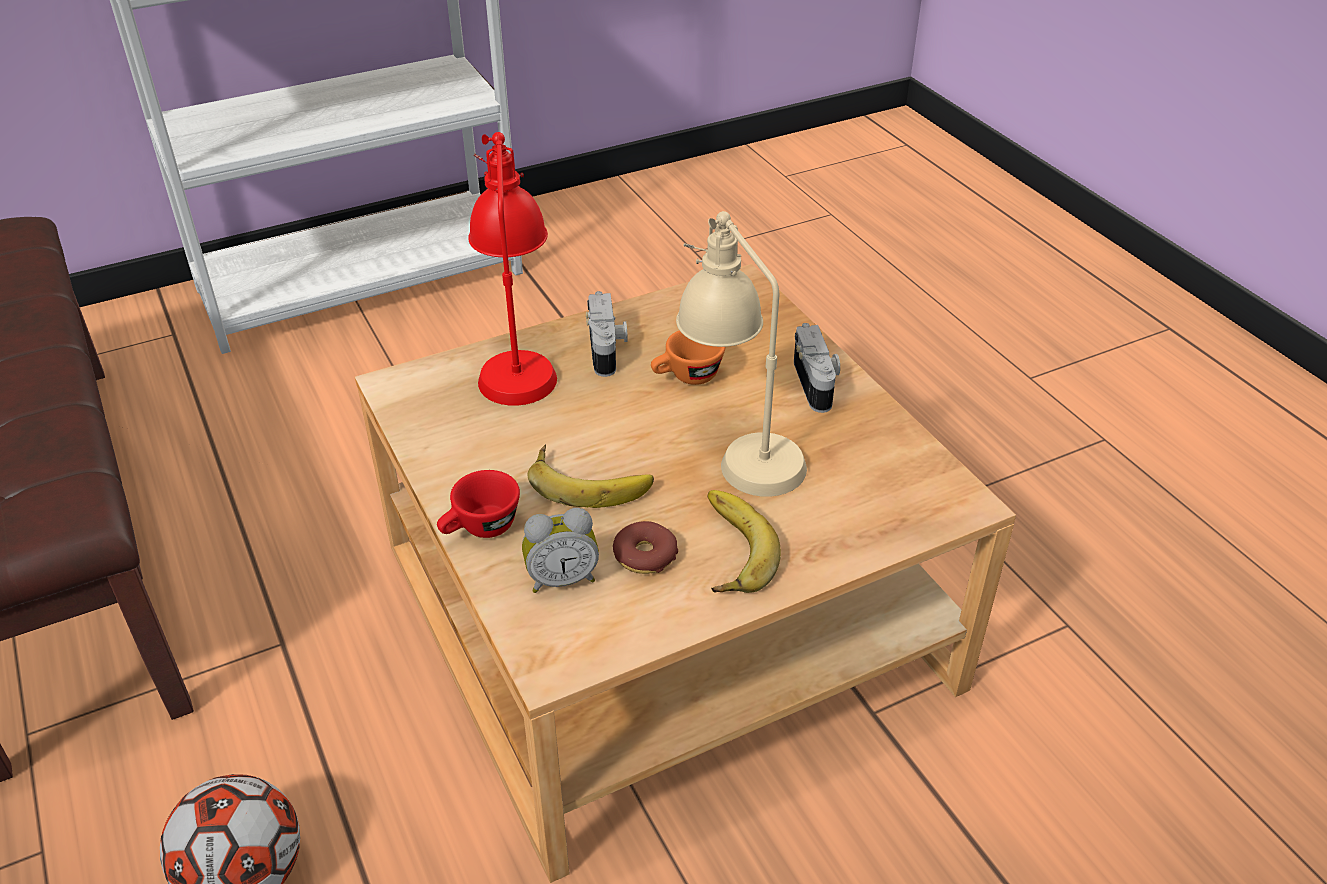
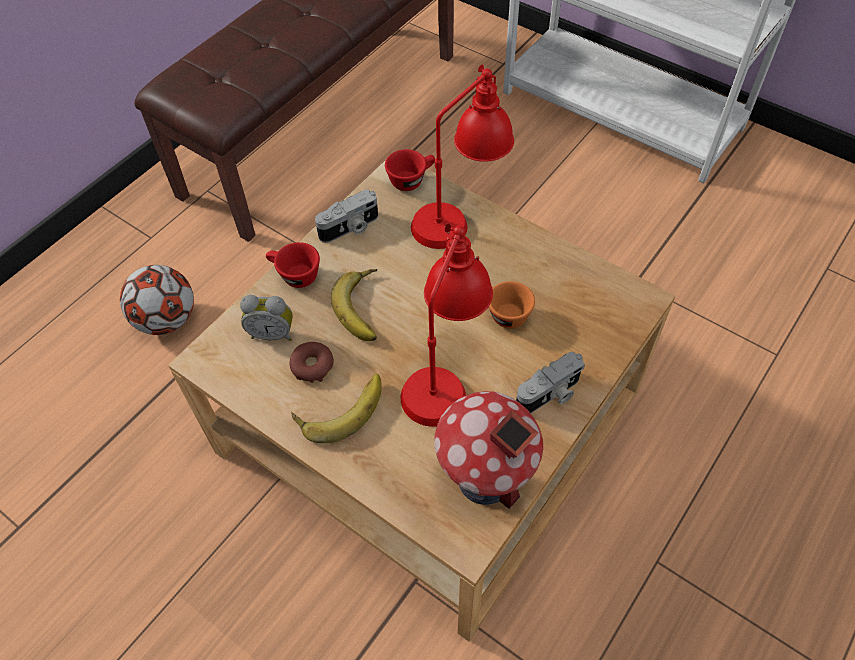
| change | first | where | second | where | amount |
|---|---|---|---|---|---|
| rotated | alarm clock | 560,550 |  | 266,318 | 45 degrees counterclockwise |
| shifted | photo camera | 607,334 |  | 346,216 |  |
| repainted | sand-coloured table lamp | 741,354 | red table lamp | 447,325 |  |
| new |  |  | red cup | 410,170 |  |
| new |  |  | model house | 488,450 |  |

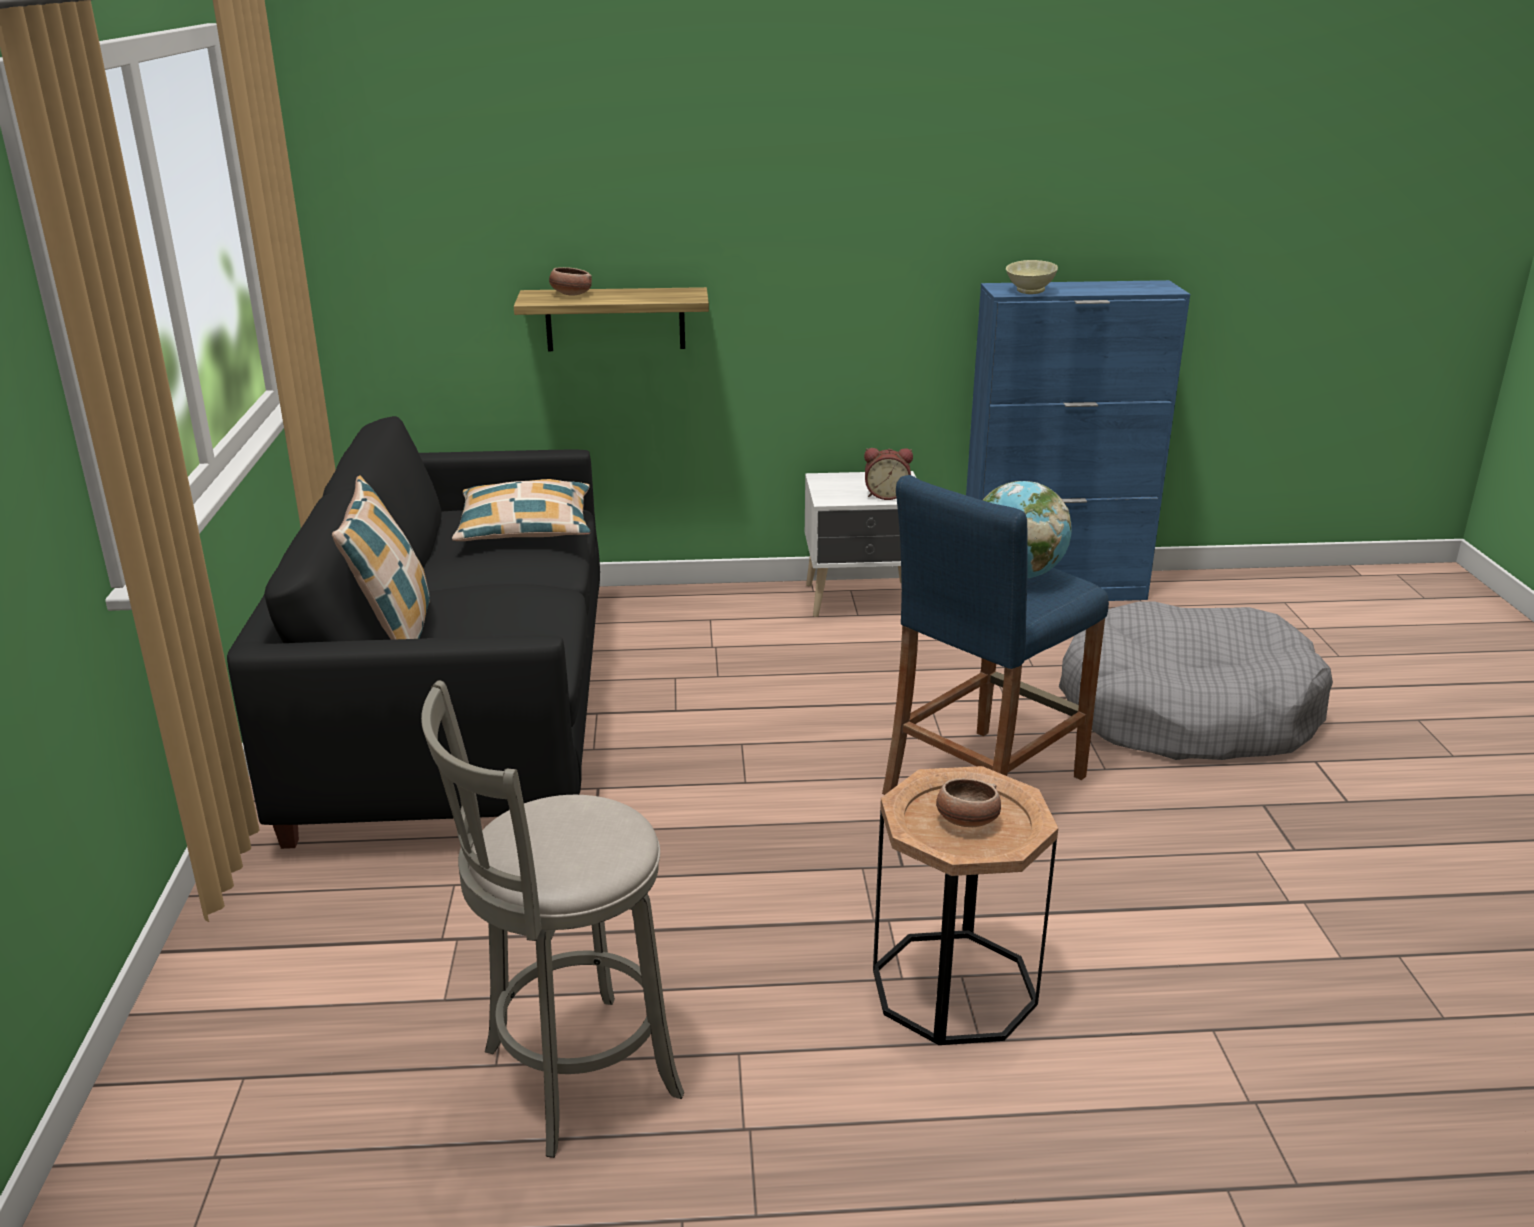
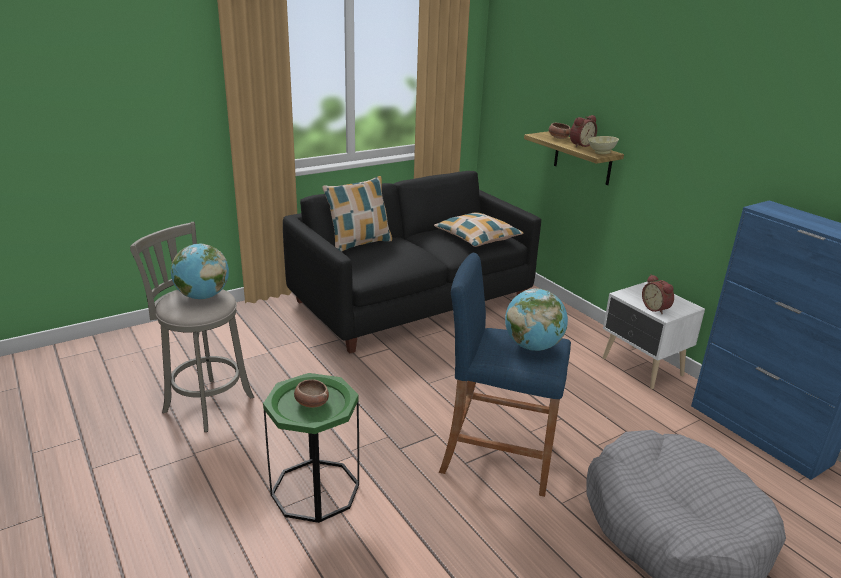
| change | first | where | second | where | amount |
|---|---|---|---|---|---|
| repainted | brownish end table | 965,905 | green-coloured end table | 311,448 |  |
| shifted | sand-coloured serving bowl | 1032,277 |  | 603,145 |  |
| new |  |  | desk globe | 200,271 |  |
| new |  |  | alarm clock | 583,131 |  |

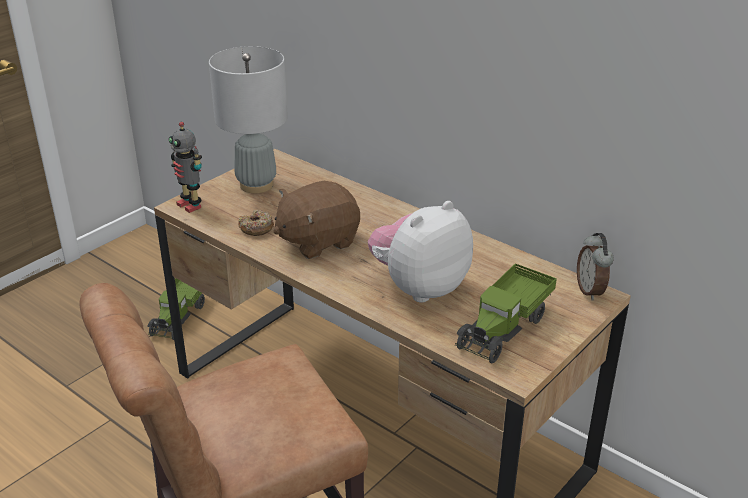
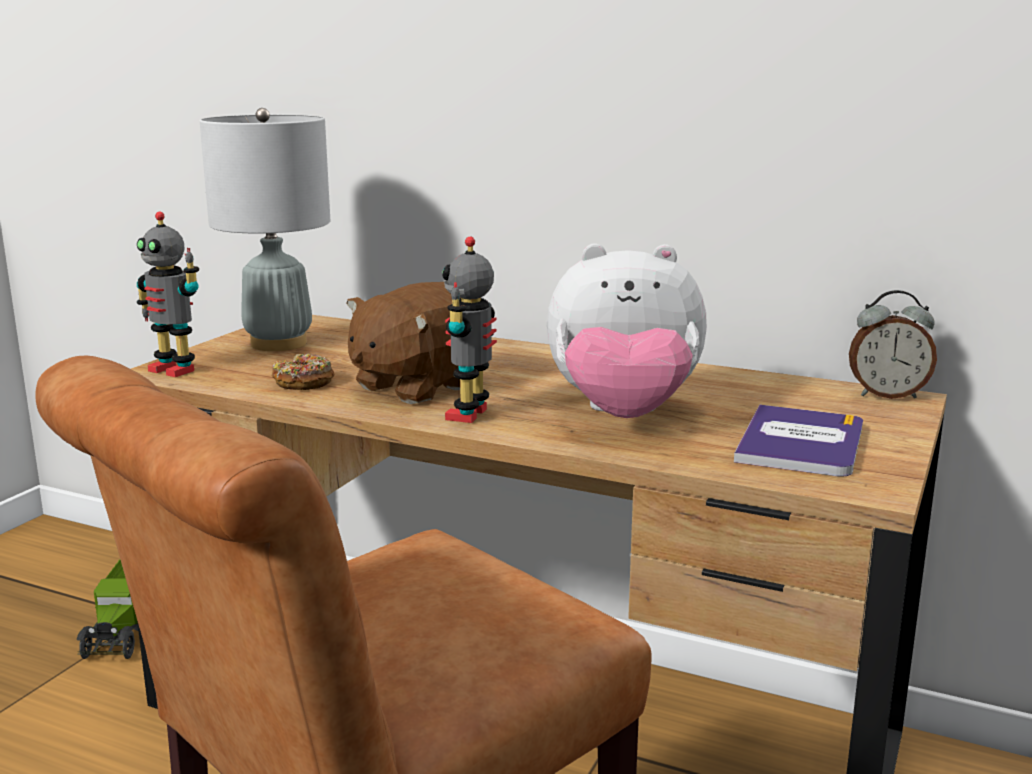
| change | first | where | second | where | amount |
|---|---|---|---|---|---|
| rotated | cuddly toy | 420,252 |  | 627,330 | 120 degrees counterclockwise |
| swapped | toy lorry | 506,313 | book | 798,441 |  |
| rotated | alarm clock | 595,266 |  | 893,344 | 60 degrees counterclockwise |
| new |  |  | robot figure | 469,329 |  |

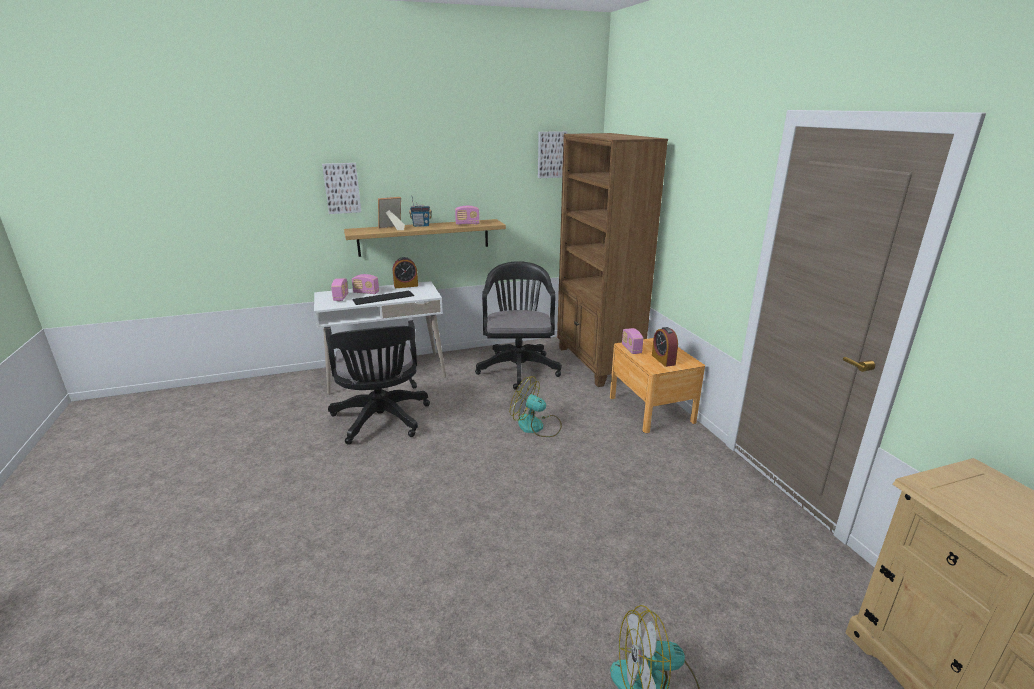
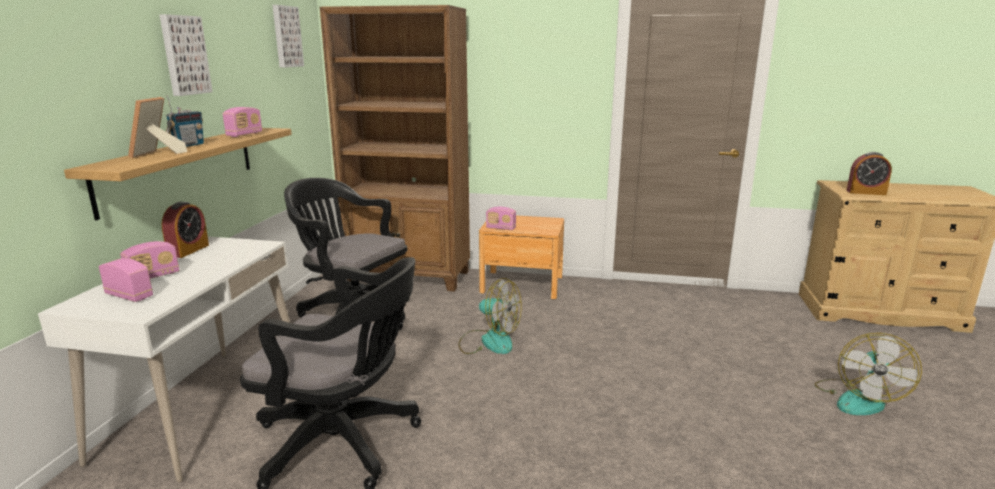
| change | first | where | second | where | amount |
|---|---|---|---|---|---|
| shifted | picture | 341,188 |  | 186,55 |  |
| gone | keyboard | 383,298 |  |  |  |
| rotated | electric fan | 536,406 |  | 490,316 | 120 degrees counterclockwise |
| shifted | alarm clock | 665,347 |  | 869,173 |  |

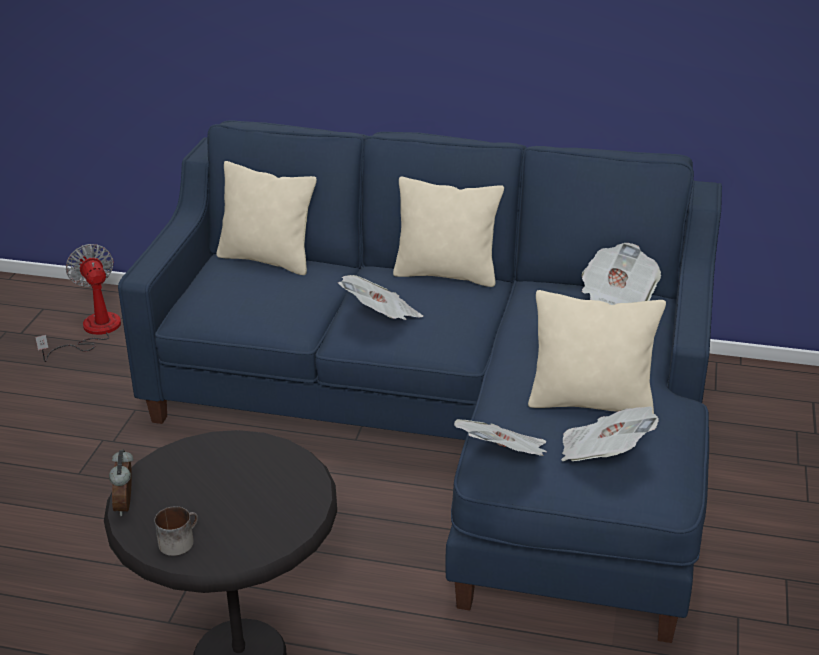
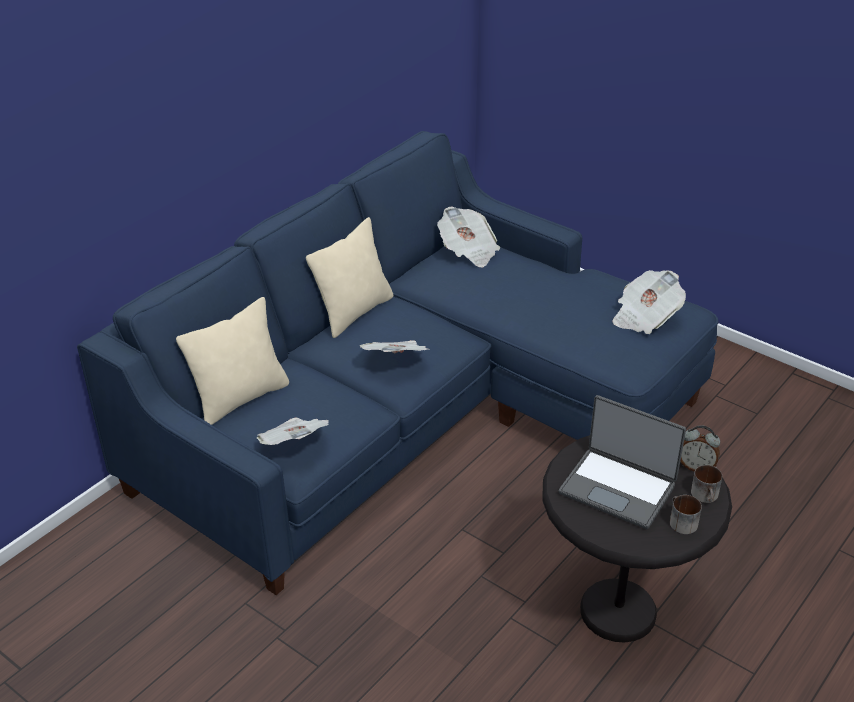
| change | first | where | second | where | amount |
|---|---|---|---|---|---|
| gone | electric fan | 78,303 |  |  |  |
| shifted | alarm clock | 121,482 |  | 700,448 |  |
| shifted | daily paper | 500,437 |  | 293,431 |  |
| gone | sand-coloured throw pillow | 597,352 |  |  |  |
| new |  |  | laptop | 622,462 |  |
| new |  |  | tea mug | 706,484 |  |

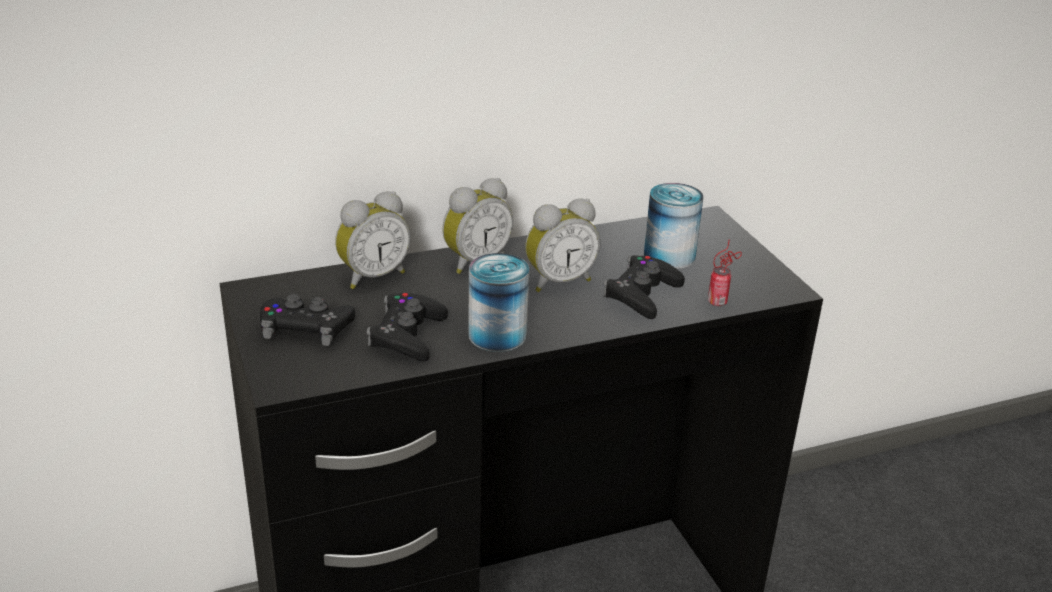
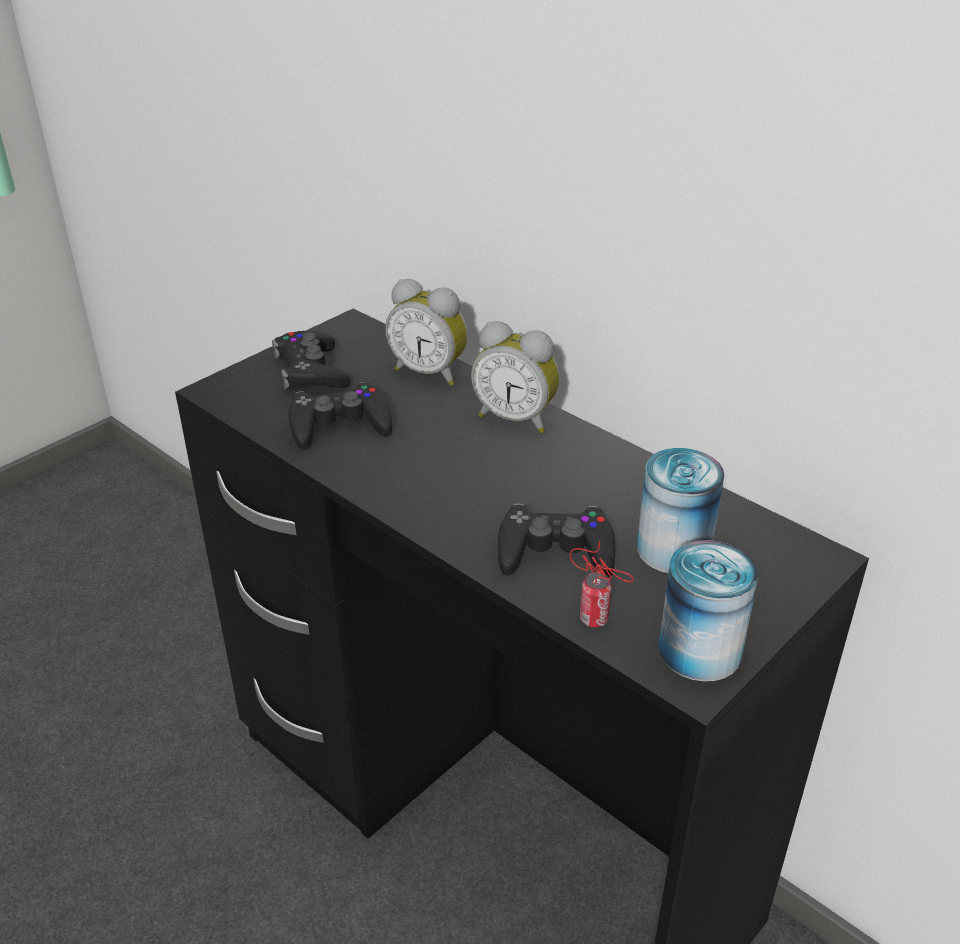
| change | first | where | second | where | amount |
|---|---|---|---|---|---|
| shifted | can | 499,302 |  | 708,611 |  |
| gone | alarm clock | 562,245 |  |  |  |

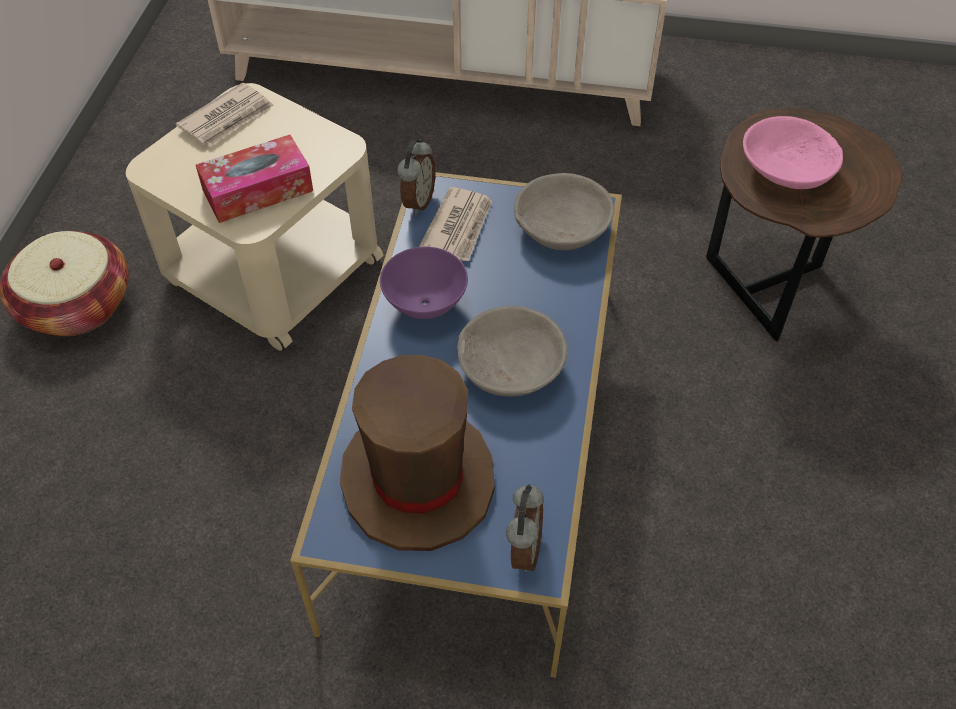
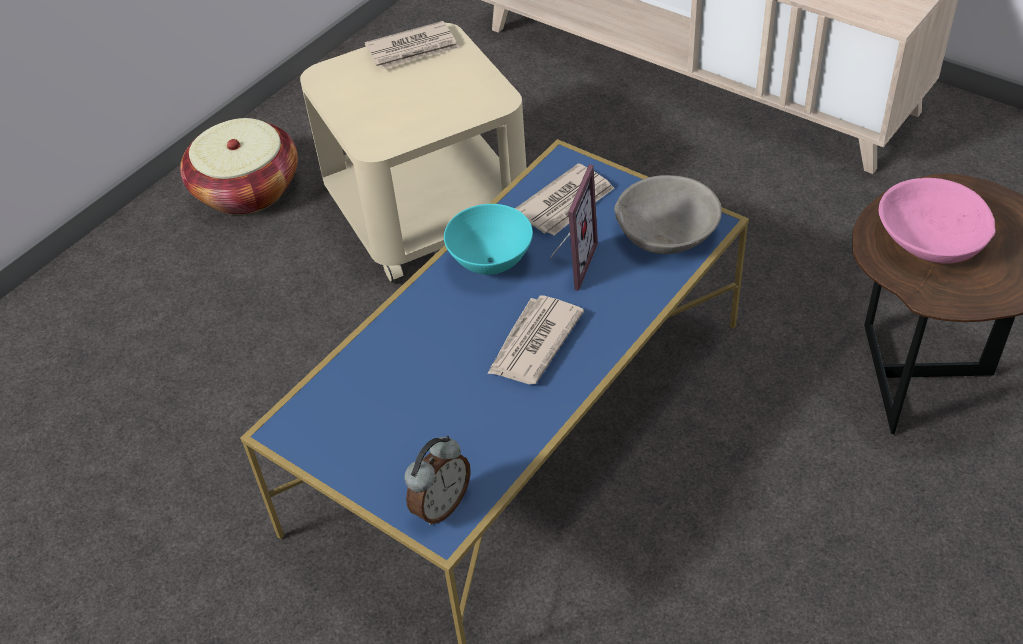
| change | first | where | second | where | amount |
|---|---|---|---|---|---|
| gone | tissue box | 254,179 |  |  |  |
| gone | brownish hat | 417,453 |  |  |  |
| repainted | purple-coloured serving bowl | 424,283 | turquoise-coloured serving bowl | 488,239 |  |
| gone | alarm clock | 416,177 |  |  |  |
| swapped | gray serving bowl | 512,351 | daily paper | 536,339 |  |
| new |  |  | photo frame | 573,228 |  |

